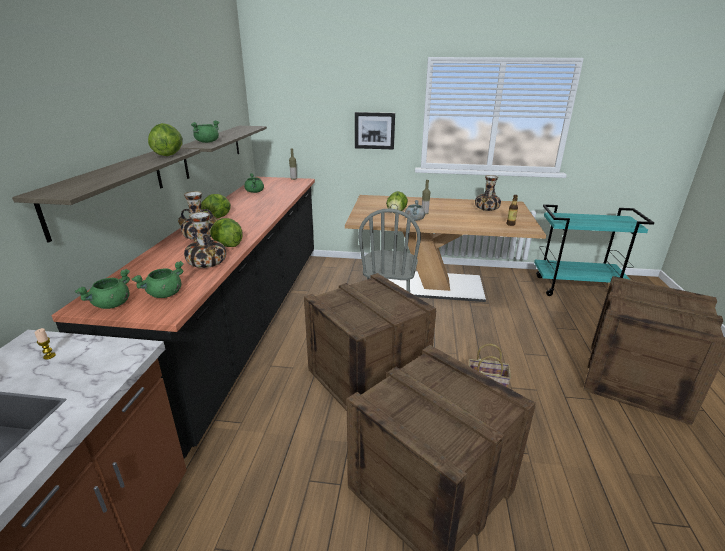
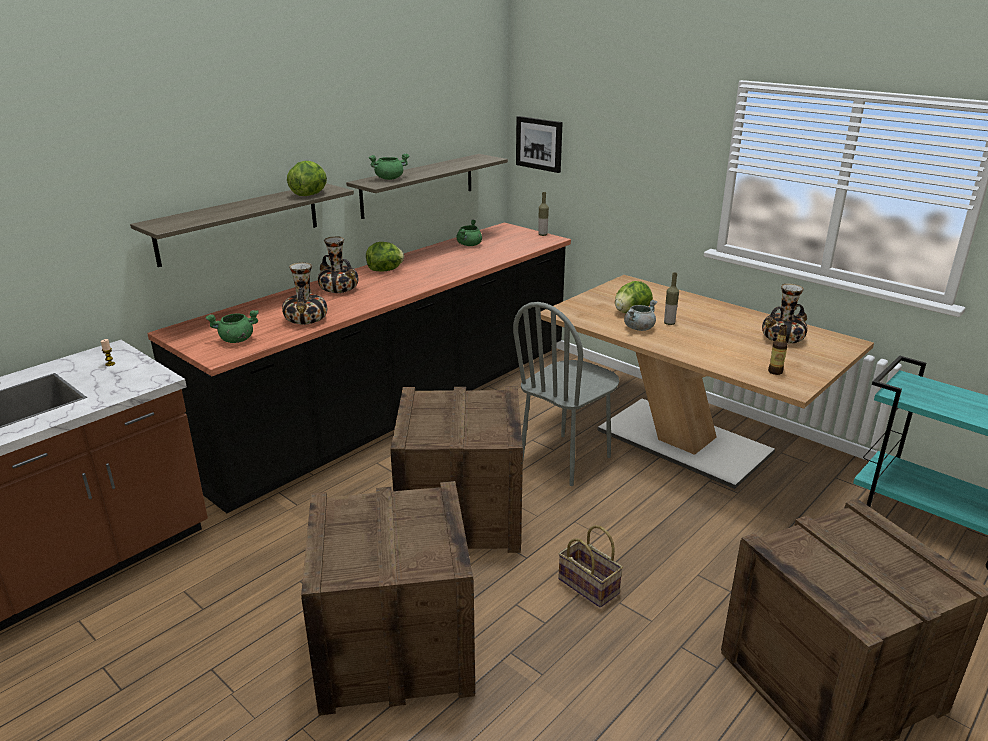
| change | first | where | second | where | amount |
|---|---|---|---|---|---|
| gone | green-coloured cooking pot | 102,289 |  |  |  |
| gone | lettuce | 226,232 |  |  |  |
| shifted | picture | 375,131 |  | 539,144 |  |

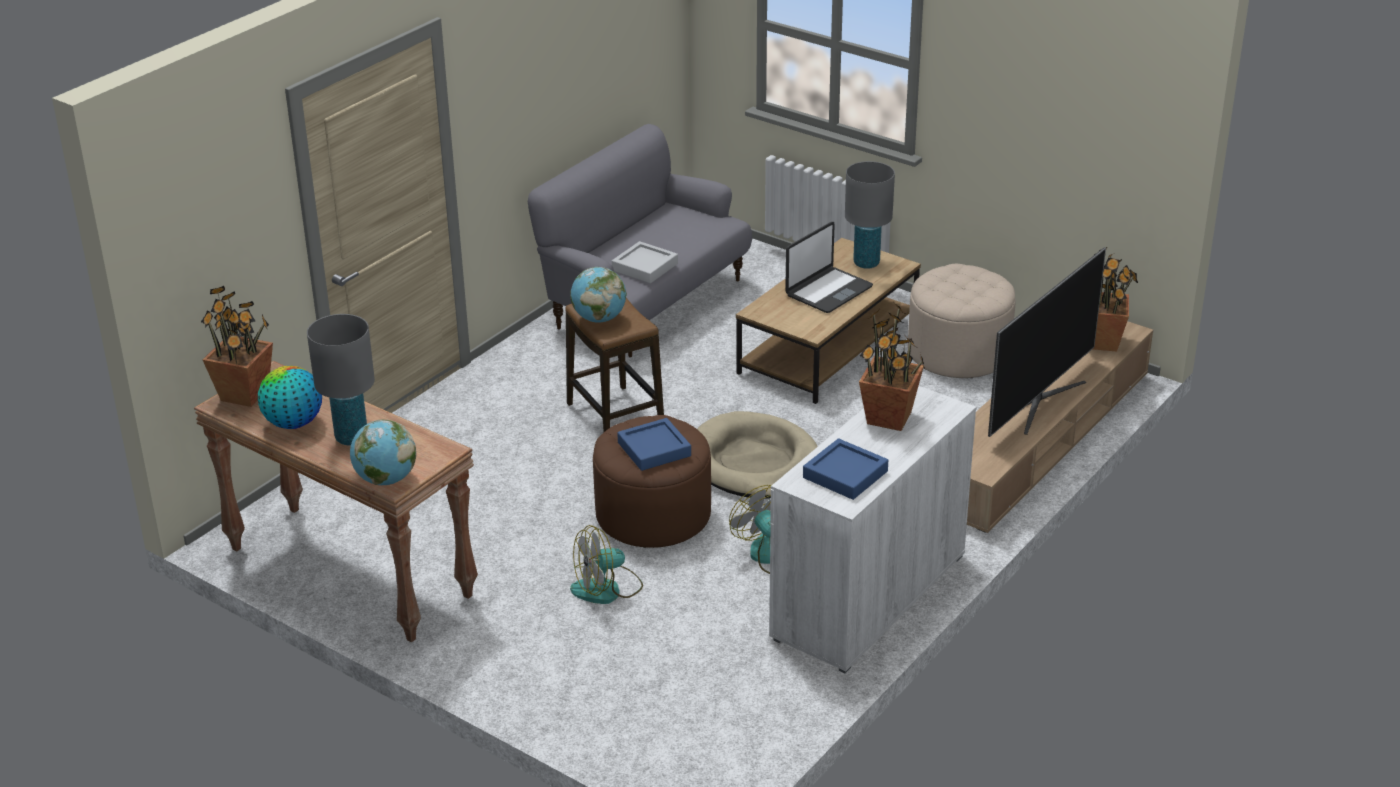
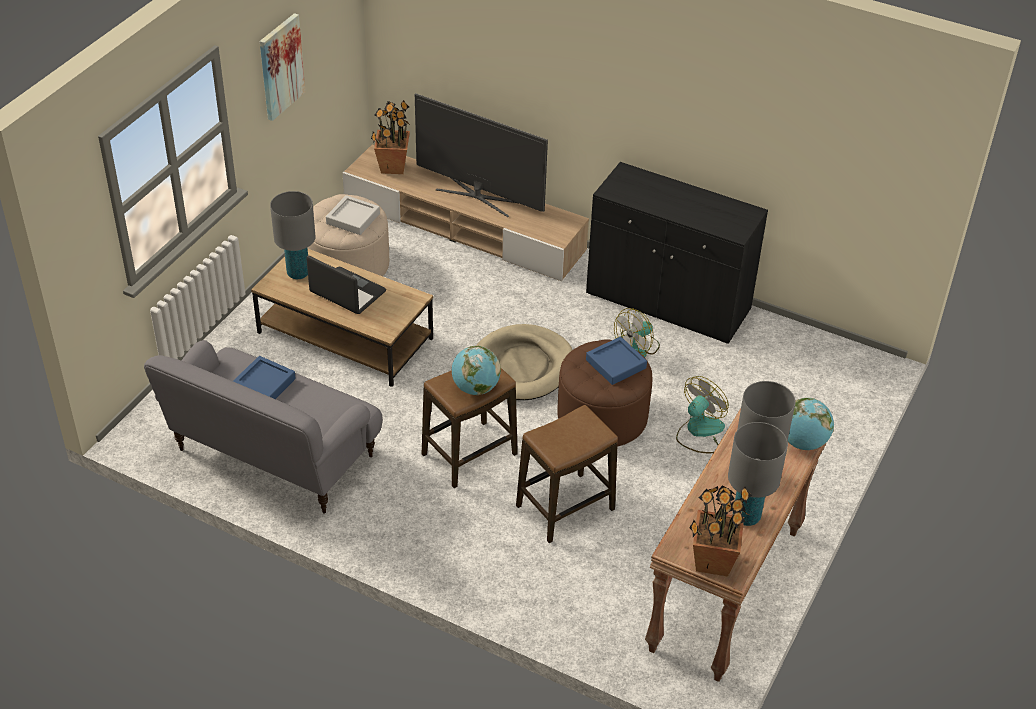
| change | first | where | second | where | amount |
|---|---|---|---|---|---|
| swapped | desk globe | 290,397 | gray table lamp | 758,474 |  |
| rotated | electric fan | 606,564 |  | 702,414 | 105 degrees counterclockwise |
| shifted | gray carrying tray | 645,262 |  | 353,215 |  |
| repainted | white-coloured cabinet | 873,529 | blackish cabinet | 677,253 |  |
| shifted | bluish carrying tray | 845,469 |  | 264,377 |  |
| gone | houseplant | 892,367 |  |  |  |
| new |  |  | picture | 282,67 |  |
| new |  |  | sitting stool | 567,474 |  |

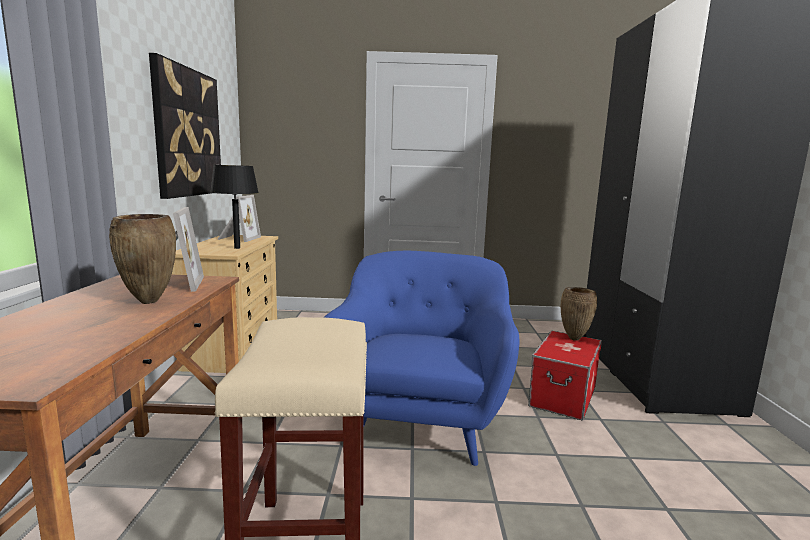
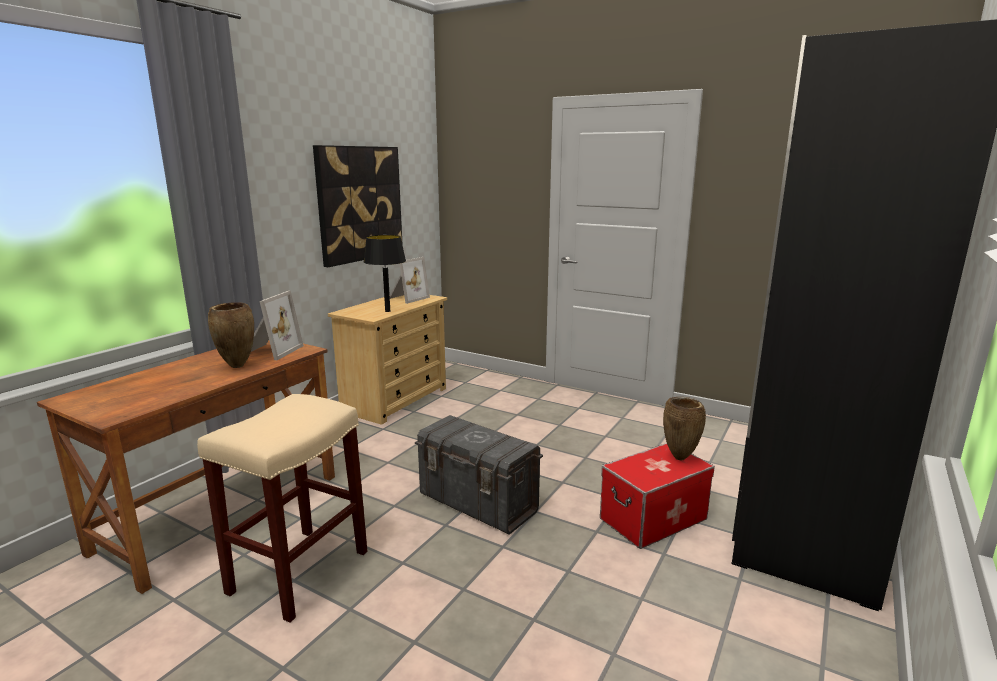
| change | first | where | second | where | amount |
|---|---|---|---|---|---|
| swapped | bluish easy chair | 422,358 | gray storage container | 479,475 |  |

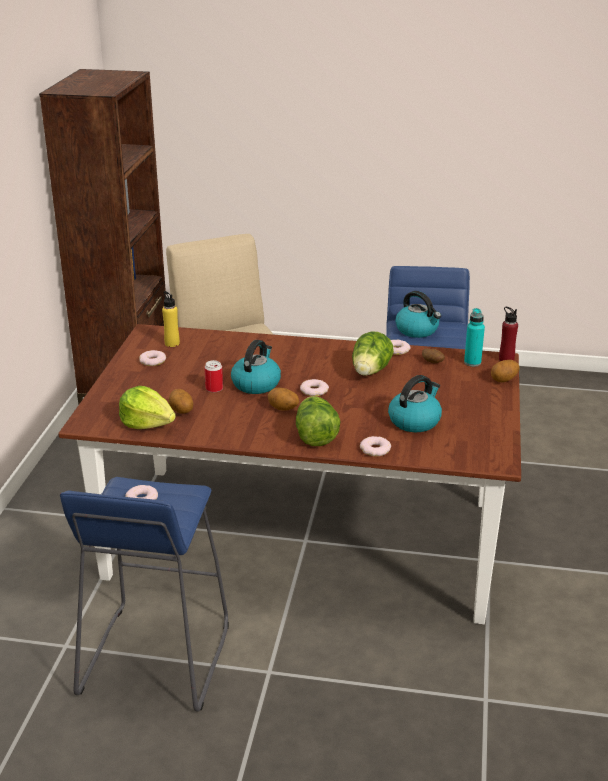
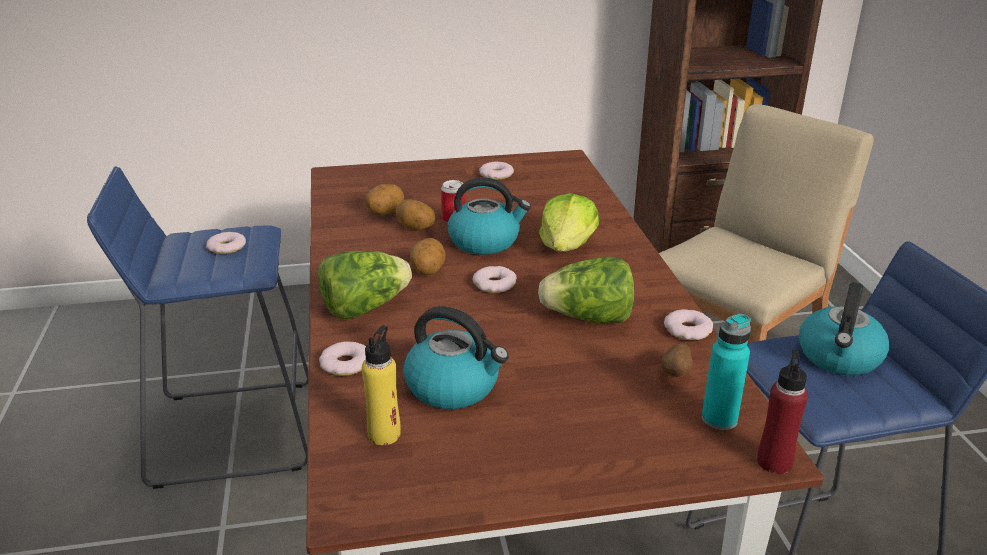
| change | first | where | second | where | amount |
|---|---|---|---|---|---|
| shifted | lettuce | 147,407 |  | 569,222 |  |
| shifted | yellow beverage bottle | 171,319 |  | 381,385 |  |
| shifted | whole potato | 505,371 |  | 415,215 |  |

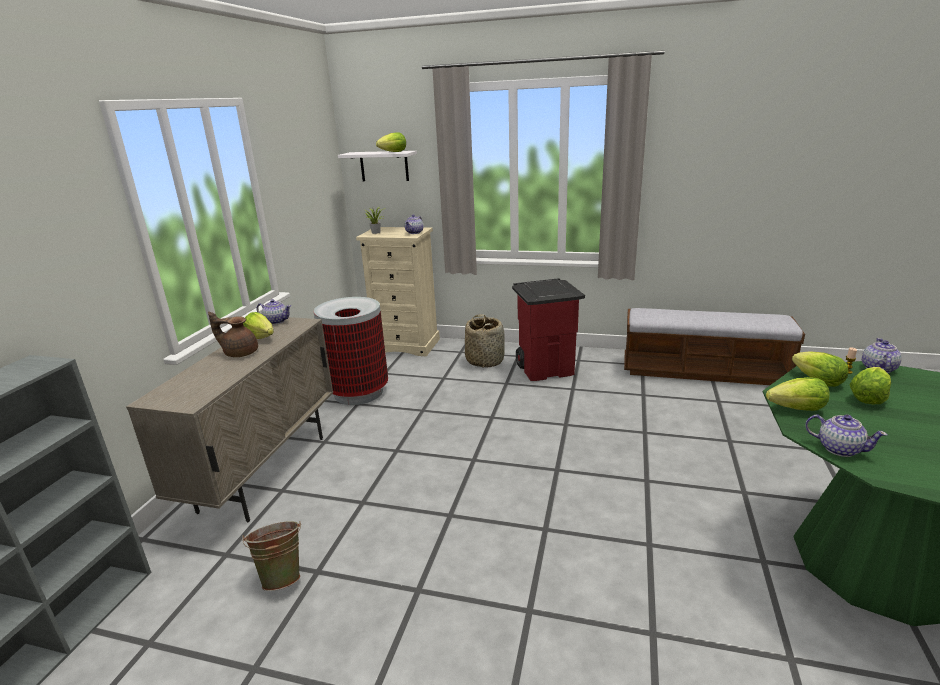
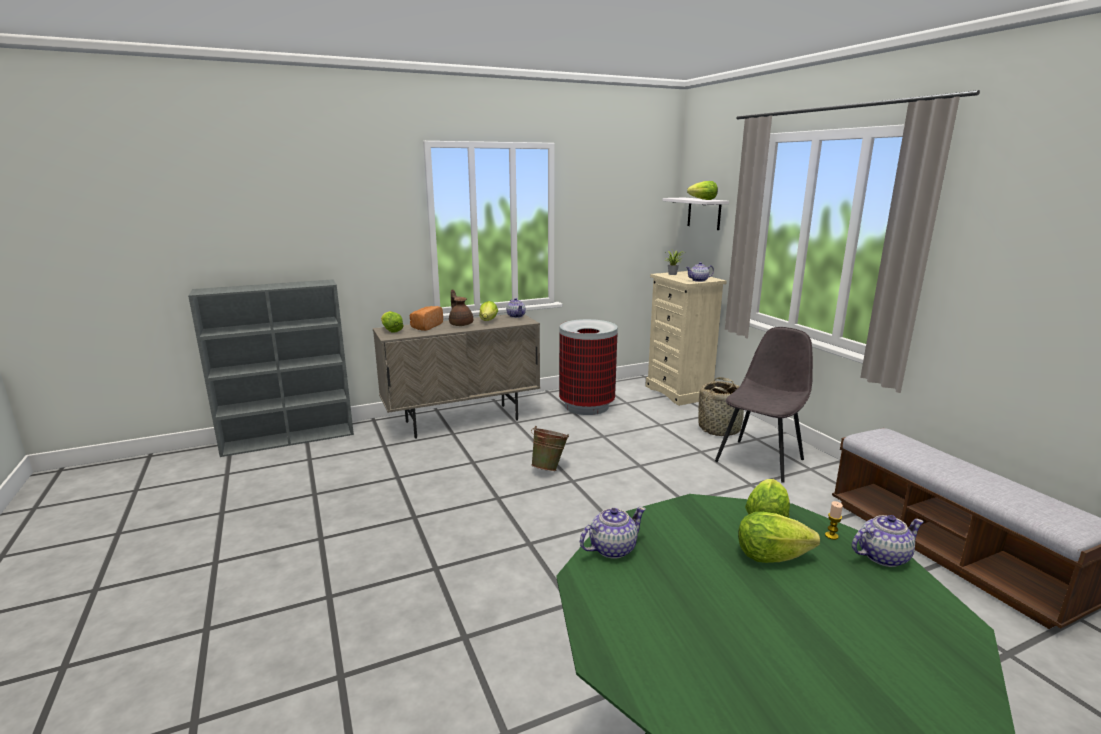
| change | first | where | second | where | amount |
|---|---|---|---|---|---|
| shifted | green-coloured pail | 271,556 |  | 550,448 |  |
| swapped | red waste bin | 548,329 | gray upright chair | 764,405 |  |
| shifted | lettuce | 798,394 |  | 392,321 |  |
| rotated | pot for tea | 846,435 |  | 613,533 | 120 degrees counterclockwise |
| new |  |  | bakery bread | 426,318 |  |

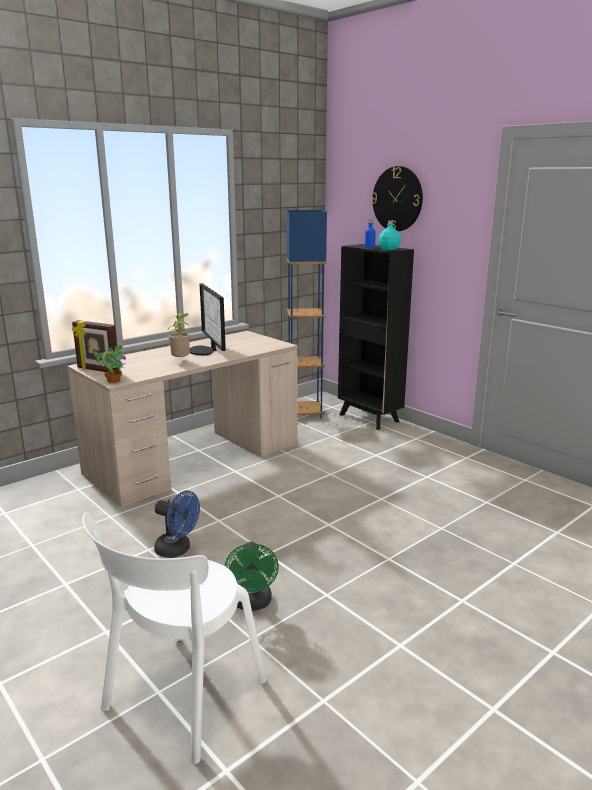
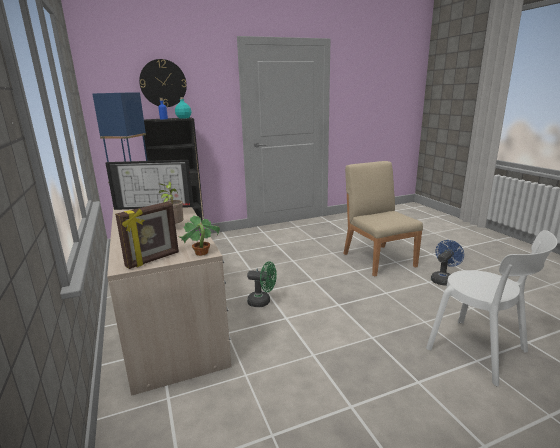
| change | first | where | second | where | amount |
|---|---|---|---|---|---|
| shifted | bluish electric fan | 177,524 |  | 447,263 |  |
| shifted | green-coloured electric fan | 252,576 |  | 262,284 |  |
| new |  |  | sand-coloured upright chair | 383,219 |  |

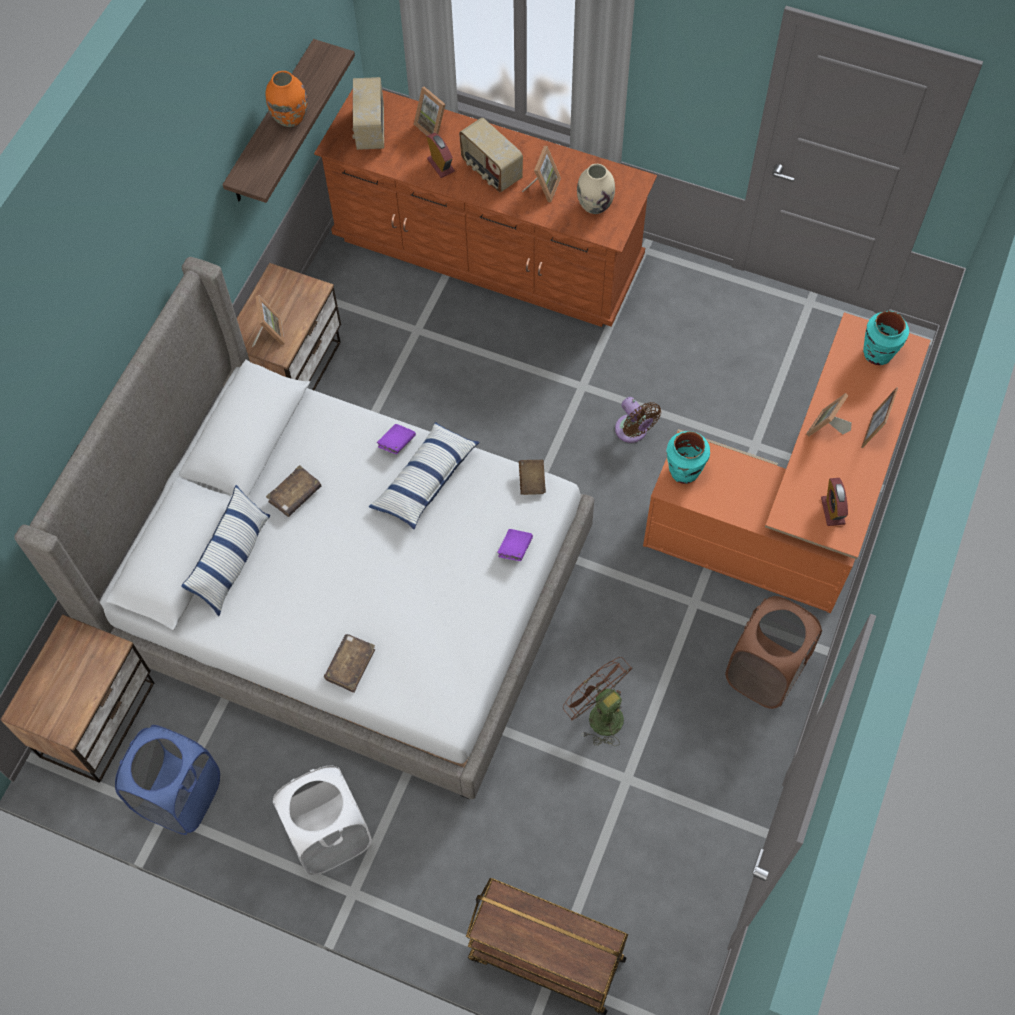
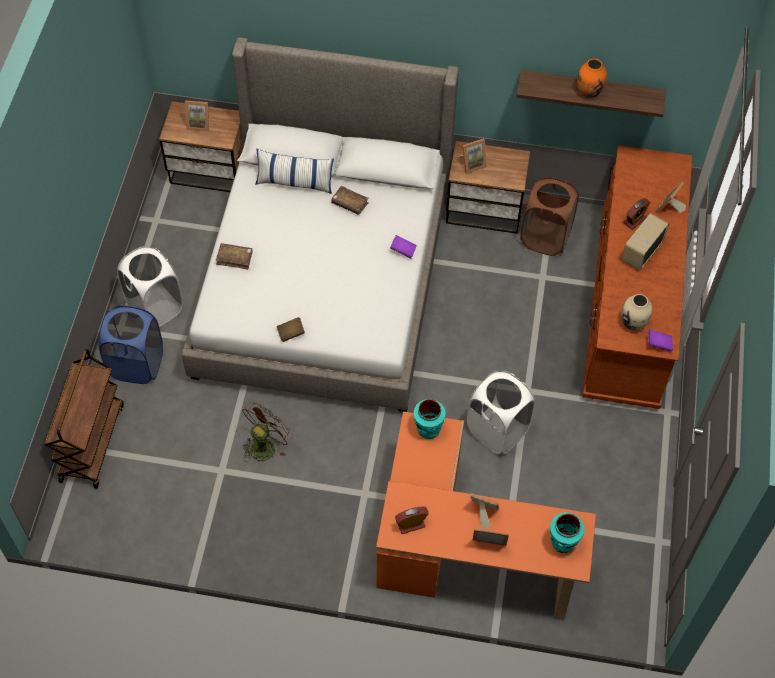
| change | first | where | second | where | amount |
|---|---|---|---|---|---|
| shifted | bluish washing basket | 167,780 |  | 130,344 |  |
| gone | radio receiver | 368,113 |  |  |  |
| gone | throw pillow | 424,475 |  |  |  |
| shifted | purple-coloured book | 515,545 |  | 660,341 |  |
| shifted | brownish book | 532,477 |  | 291,329 |  |
| shifted | photo frame | 541,174 |  | 197,116 |  |
| swapped | brownish electric fan | 638,420 | white-coloured washing basket | 501,412 |  |
| shifted | brownish washing basket | 773,652 |  | 549,216 |  |

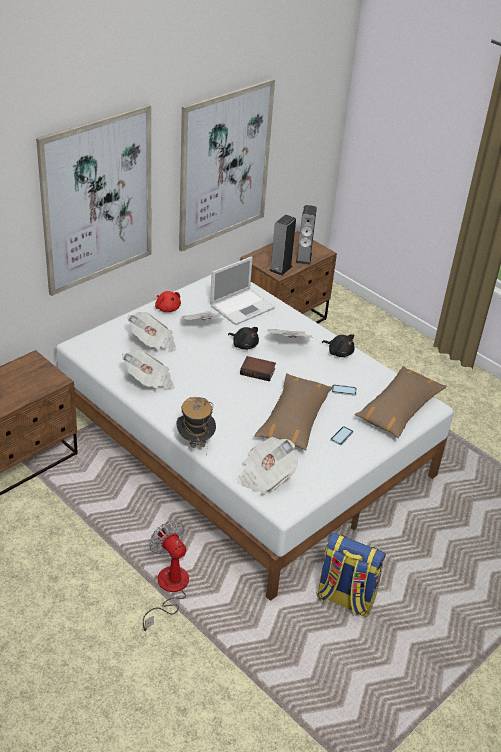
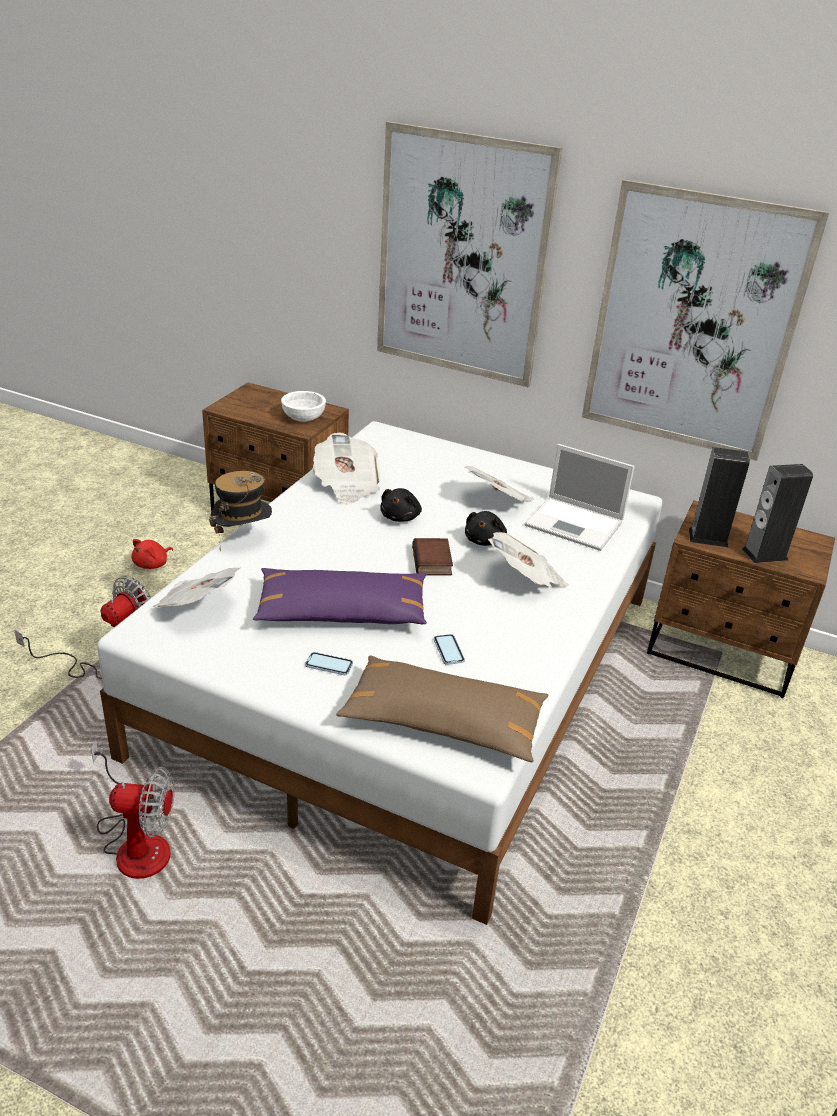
| change | first | where | second | where | amount |
|---|---|---|---|---|---|
| gone | daily paper | 152,331 |  |  |  |
| shifted | red cuddly toy | 168,301 |  | 152,554 |  |
| repainted | brownish throw pillow | 293,411 | purple-coloured throw pillow | 340,596 |  |
| swapped | rucksack | 351,575 | electric fan | 133,809 |  |
| shifted | blackish cuddly toy | 338,345 |  | 401,505 |  |
| new |  |  | white-coloured serving bowl | 303,406 |  |

